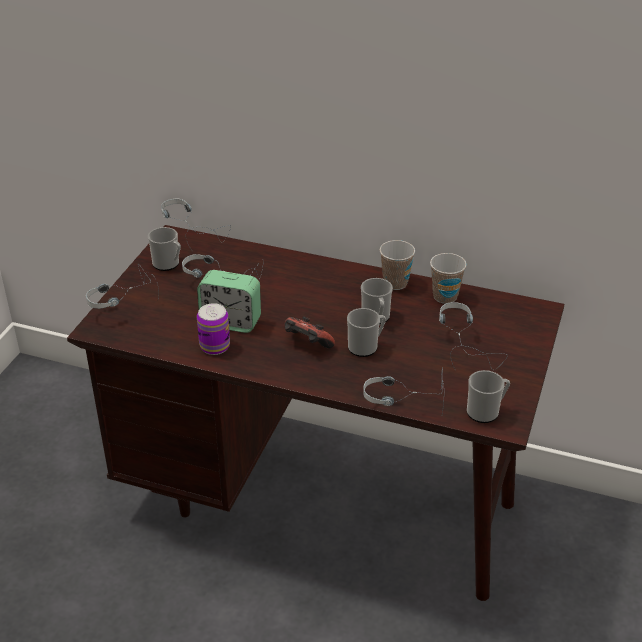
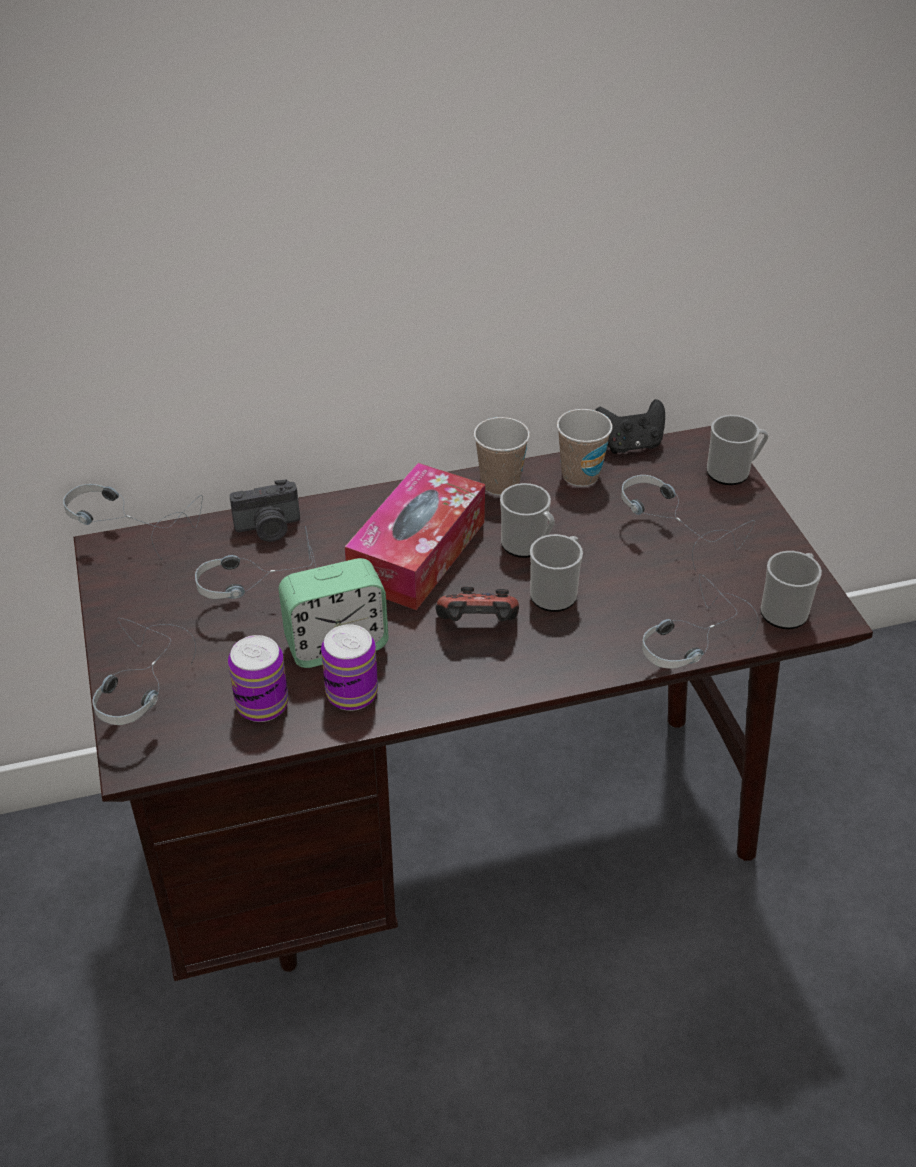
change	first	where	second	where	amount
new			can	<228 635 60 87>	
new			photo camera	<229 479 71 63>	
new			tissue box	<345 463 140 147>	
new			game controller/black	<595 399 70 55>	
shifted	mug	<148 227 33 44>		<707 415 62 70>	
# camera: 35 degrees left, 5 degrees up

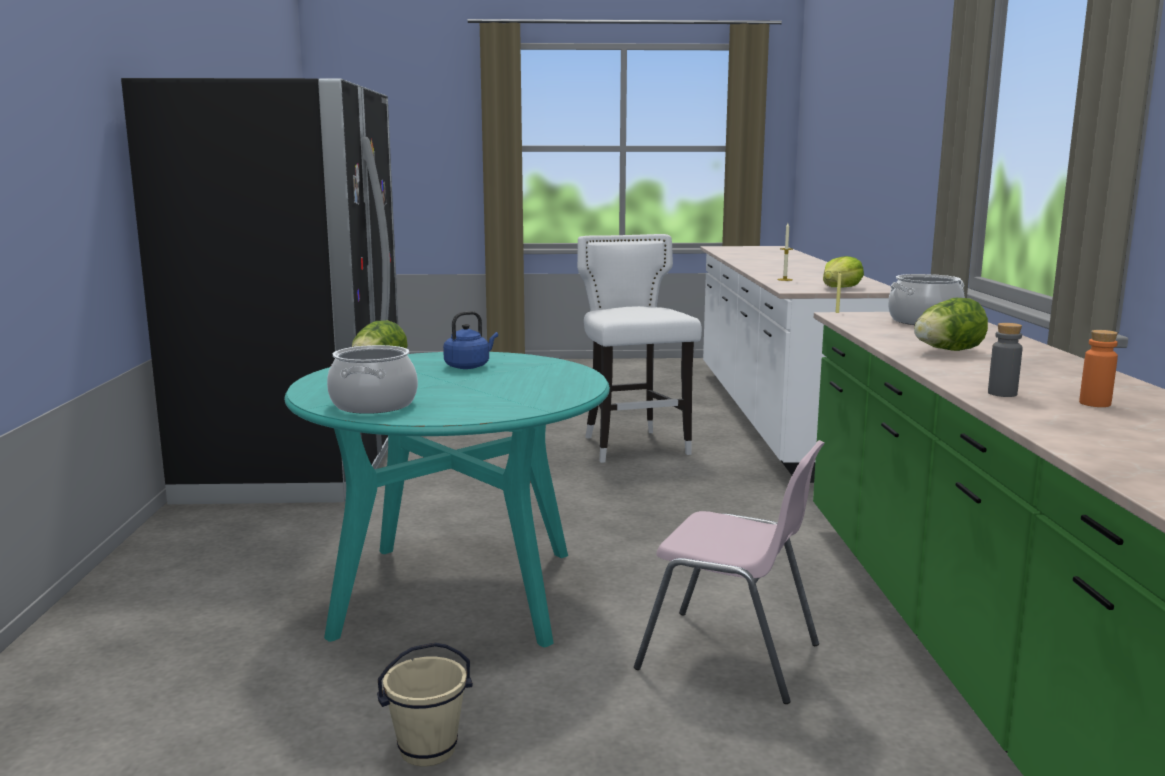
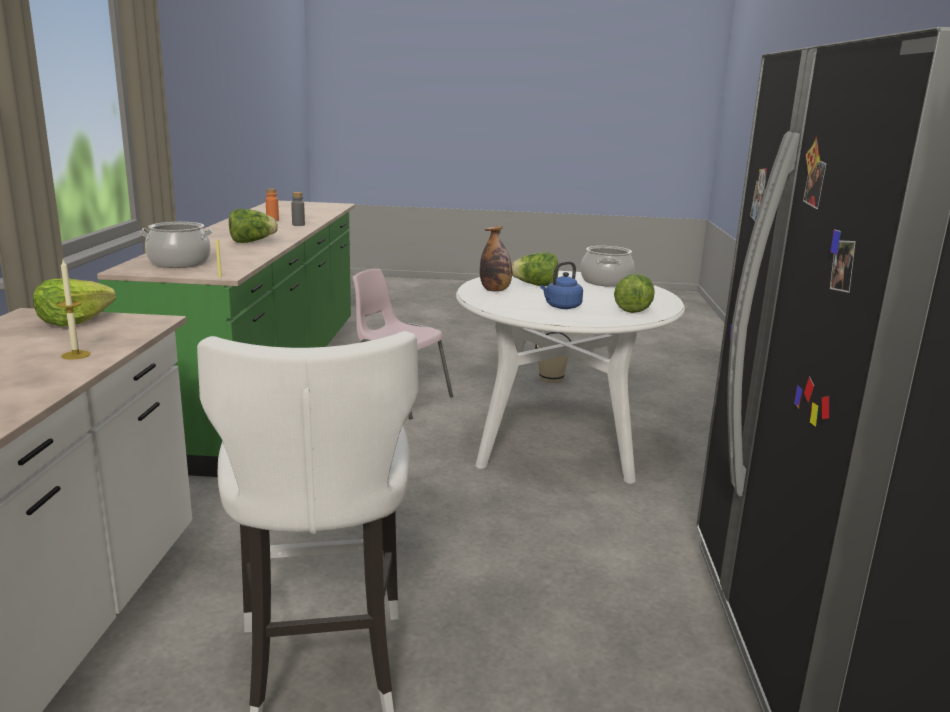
change	first	where	second	where	amount
new			bottle	<480 226 32 66>	
new			lettuce	<511 252 47 34>	
repainted	dining table/turquoise	<284 352 326 295>	dining table/white	<456 271 229 213>	
# camera: 175 degrees left, 5 degrees up

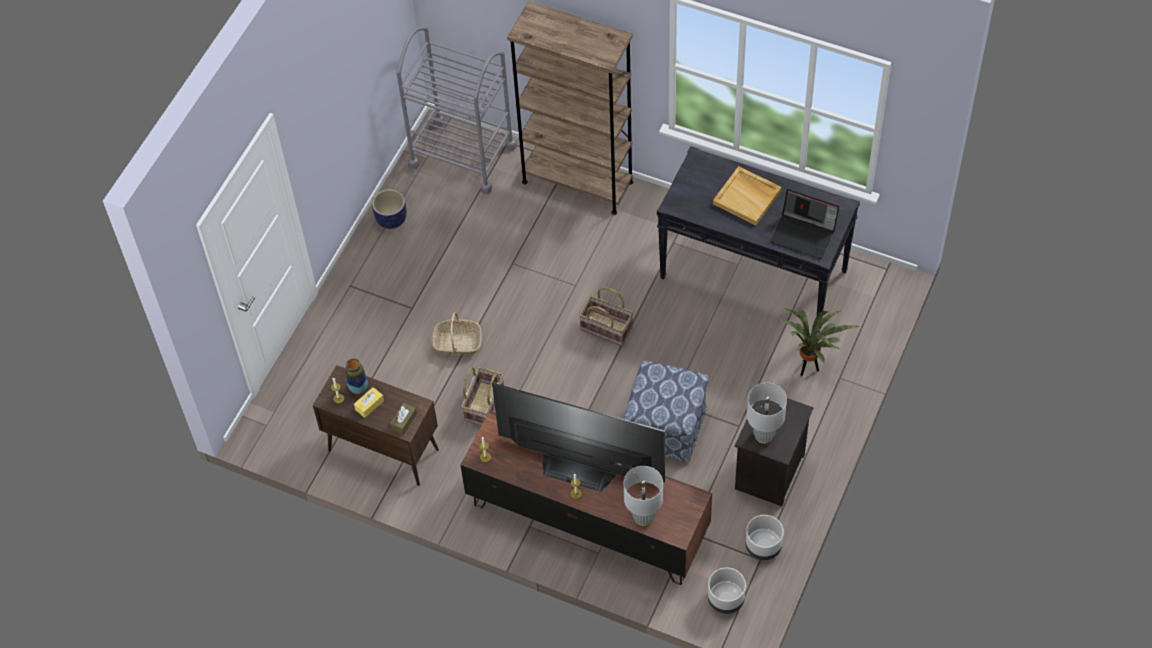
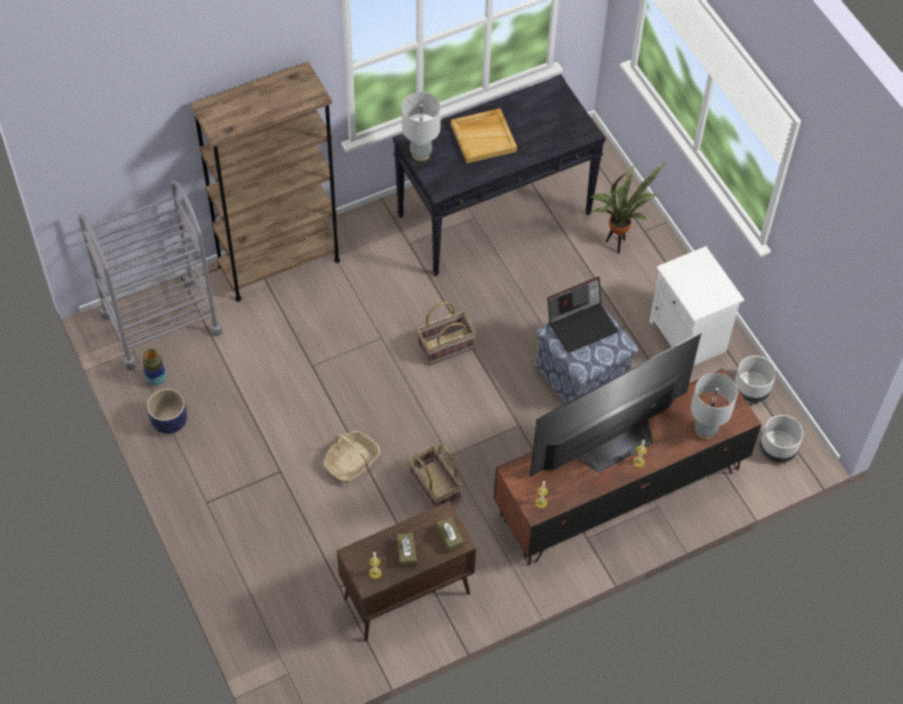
change	first	where	second	where	amount
shifted	vase	<345 358 23 36>		<143 349 23 37>	
shifted	table lamp/grey	<747 383 40 61>		<402 92 39 69>	
shifted	laptop	<770 189 69 70>		<547 277 72 76>	
repainted	tissue box/yellow	<354 387 30 31>	tissue box/brown	<396 533 21 35>	
repainted	nightstand/black	<735 398 79 108>	nightstand/white	<649 246 95 119>	
# camera: 55 degrees left, 0 degrees up

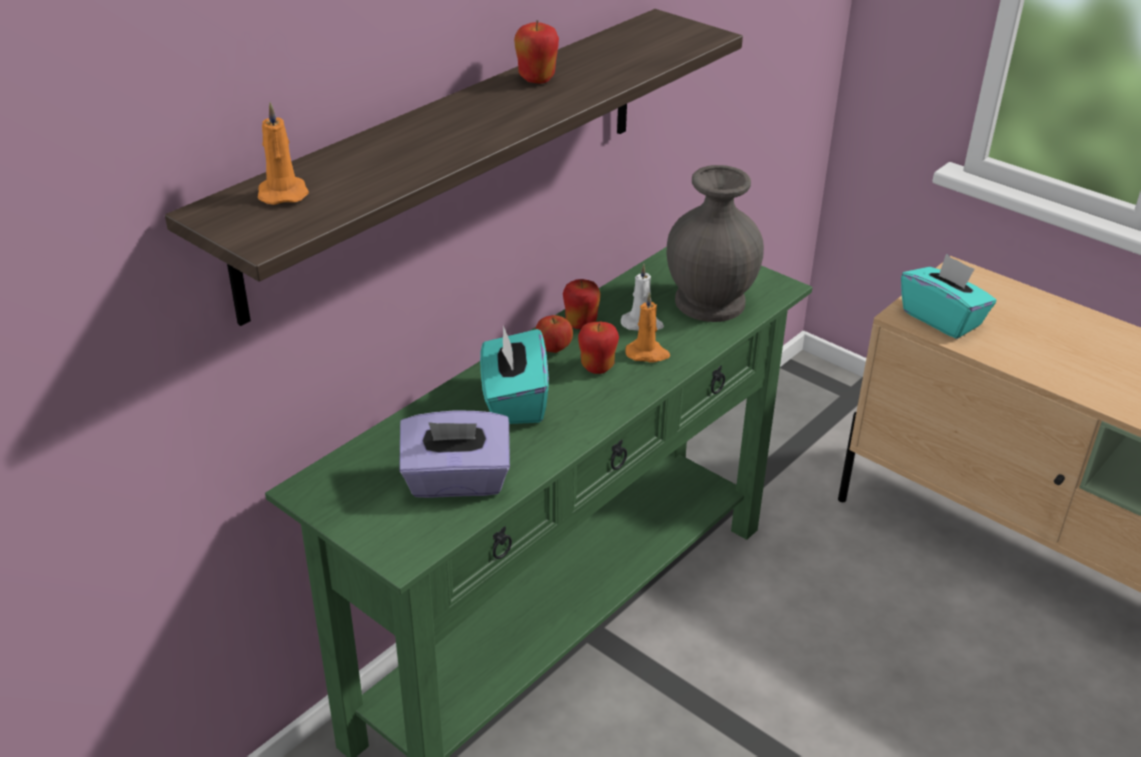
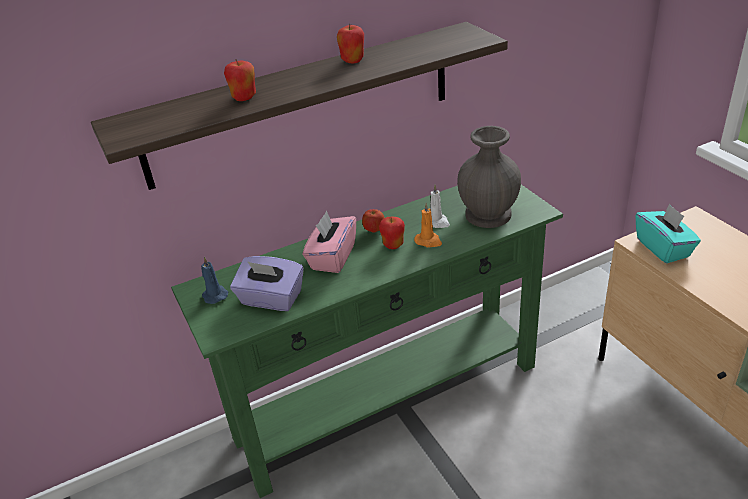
change	first	where	second	where	amount
gone	candle/orange	<258 102 51 103>			
new			candle/blue	<201 257 27 47>	
shifted	apple	<563 279 37 50>		<224 60 32 41>	
repainted	tissue box/turquoise	<480 325 69 99>	tissue box/pink	<303 211 53 62>	
# camera: 25 degrees right, 0 degrees up

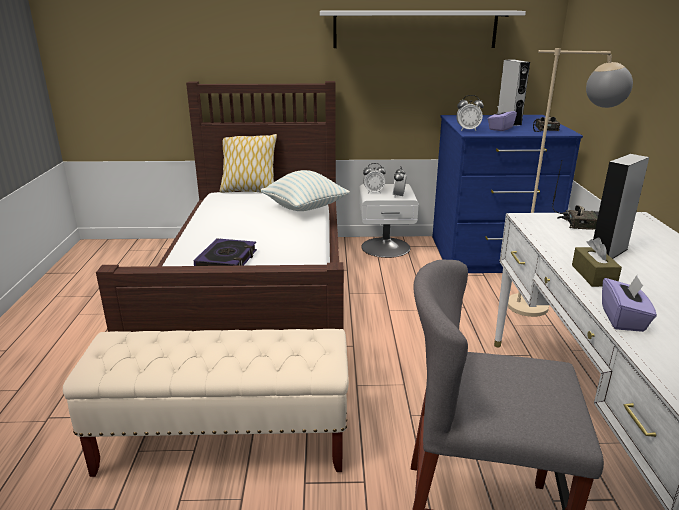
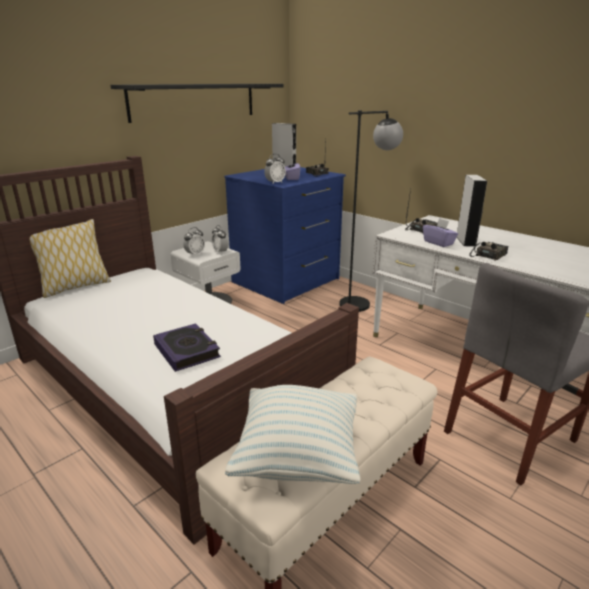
change	first	where	second	where	amount
shifted	pillow	<261 170 89 41>		<225 385 136 99>	
shifted	tissue box/purple	<602 275 55 57>		<423 218 35 29>	
swapped	tissue box/brown	<572 237 50 50>	radio	<469 210 40 51>	
repainted	shelf/white	<320 10 206 38>	shelf/black	<110 84 174 39>	
repainted	floor lamp/beige	<508 48 125 269>	floor lamp/black	<340 110 63 202>	
# camera: 45 degrees left, 0 degrees up

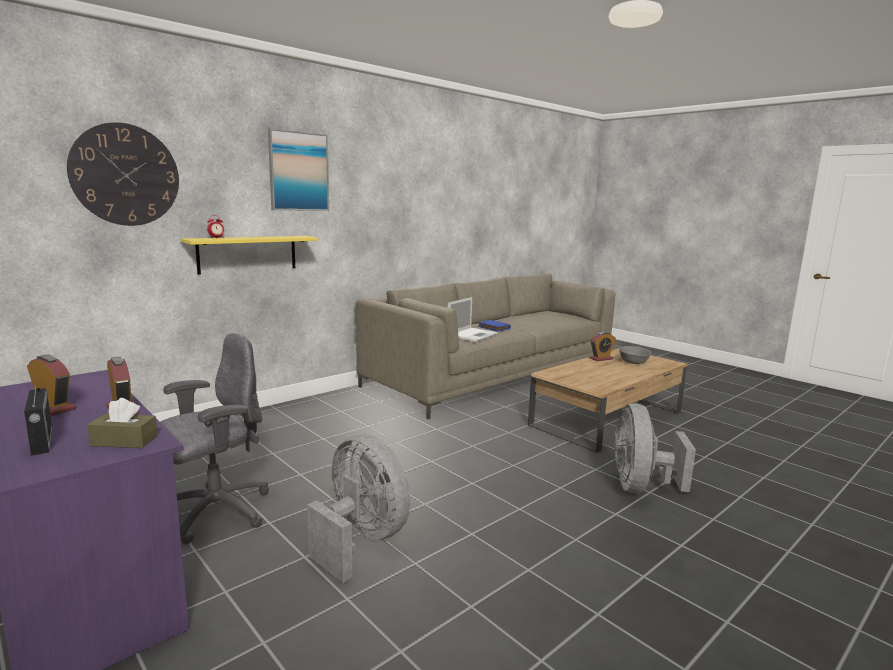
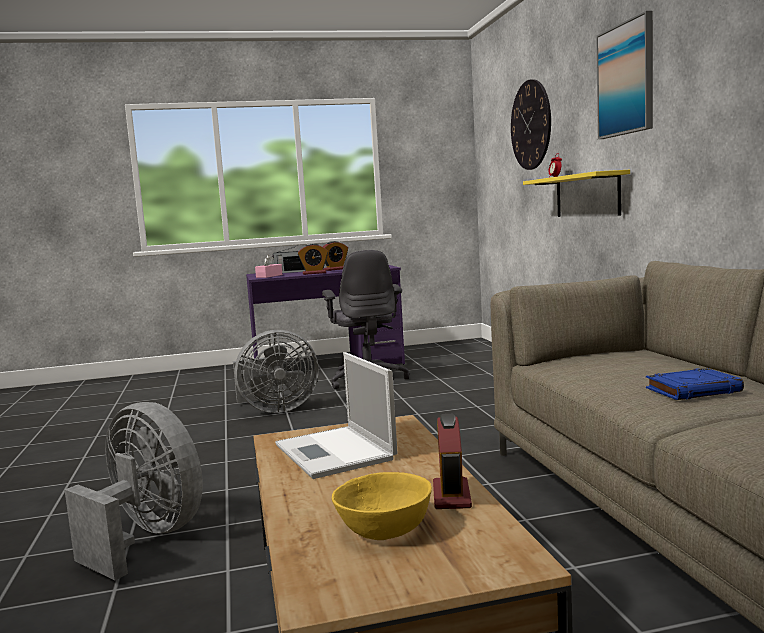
change	first	where	second	where	amount
shifted	laptop	<448 297 50 45>		<275 352 123 127>	
repainted	tissue box/brown	<87 398 71 50>	tissue box/pink	<255 255 27 23>	
repainted	bowl/grey	<619 346 32 18>	bowl/yellow	<332 472 100 68>	
# camera: 120 degrees right, 5 degrees down

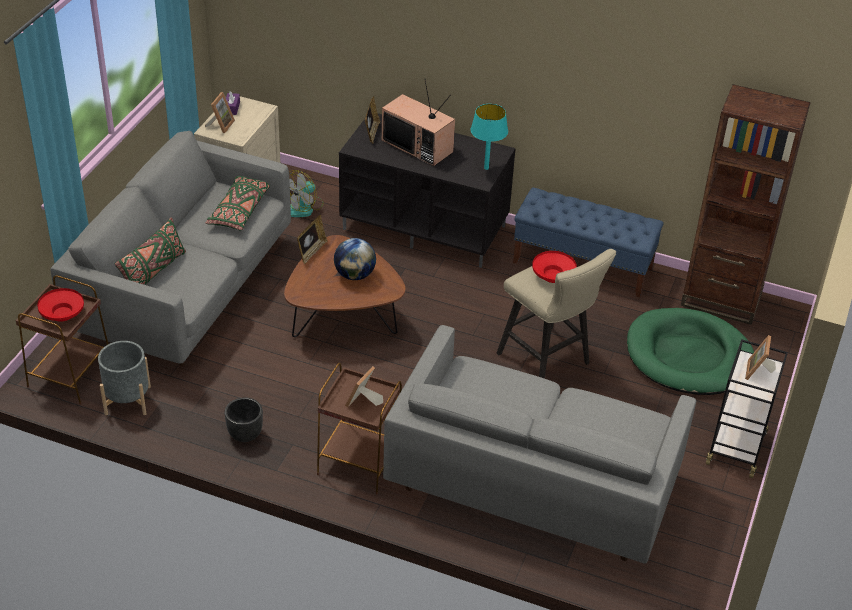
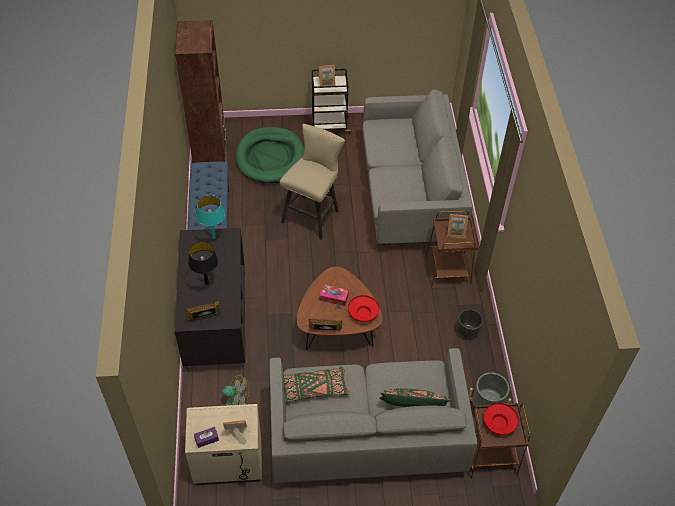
change	first	where	second	where	amount
shifted	bowl/red	<532 251 45 32>		<348 295 31 27>	
swapped	globe	<334 238 42 42>	tissue box	<319 284 30 22>	
swapped	television	<382 80 73 87>	table lamp/black	<188 242 30 43>	
# camera: 115 degrees left, 10 degrees up

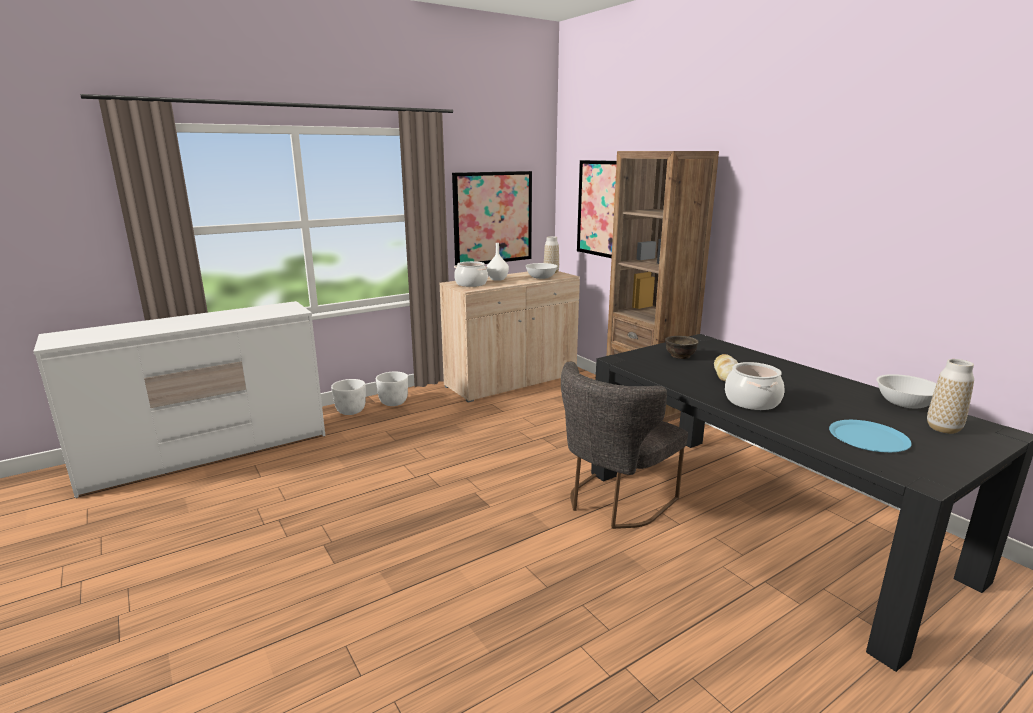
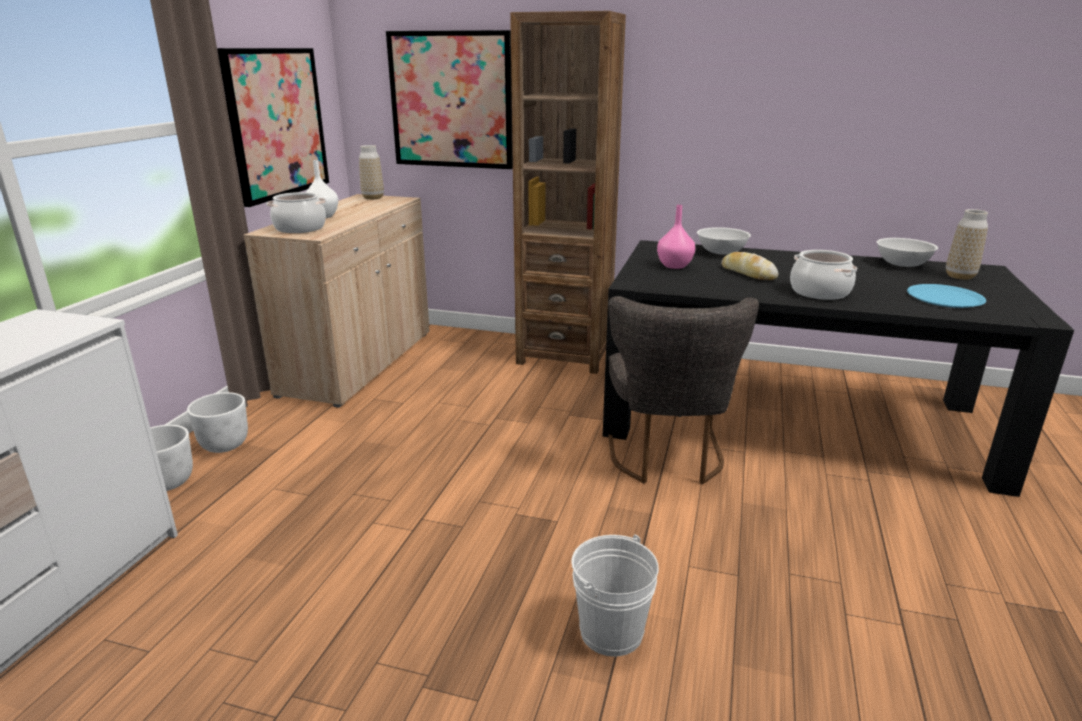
change	first	where	second	where	amount
new			bucket/white	<571 535 88 122>	
shifted	bowl/white	<525 263 33 16>		<697 227 54 28>	
swapped	bowl/brown	<665 336 34 23>	vase/pink	<657 205 38 64>	
# camera: 40 degrees left, 5 degrees up

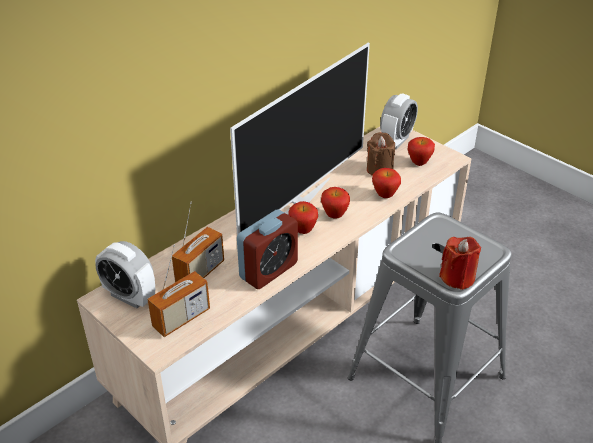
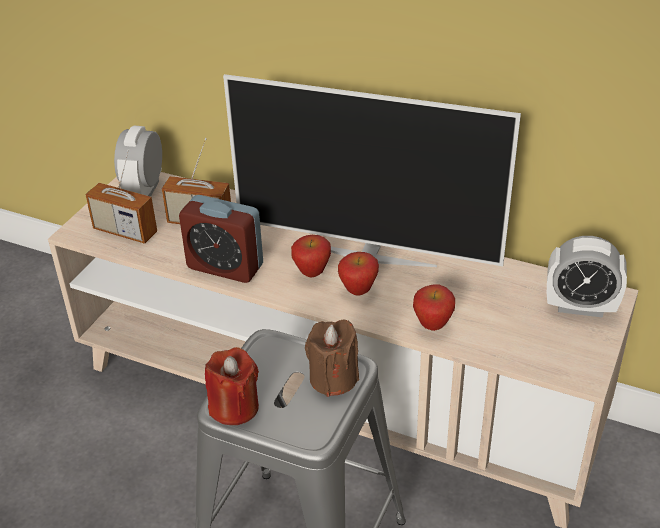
change	first	where	second	where	amount
gone	apple	<407 137 28 29>			
shifted	candle/brown	<367 132 28 44>		<305 320 54 77>	
# camera: 70 degrees right, 0 degrees up

